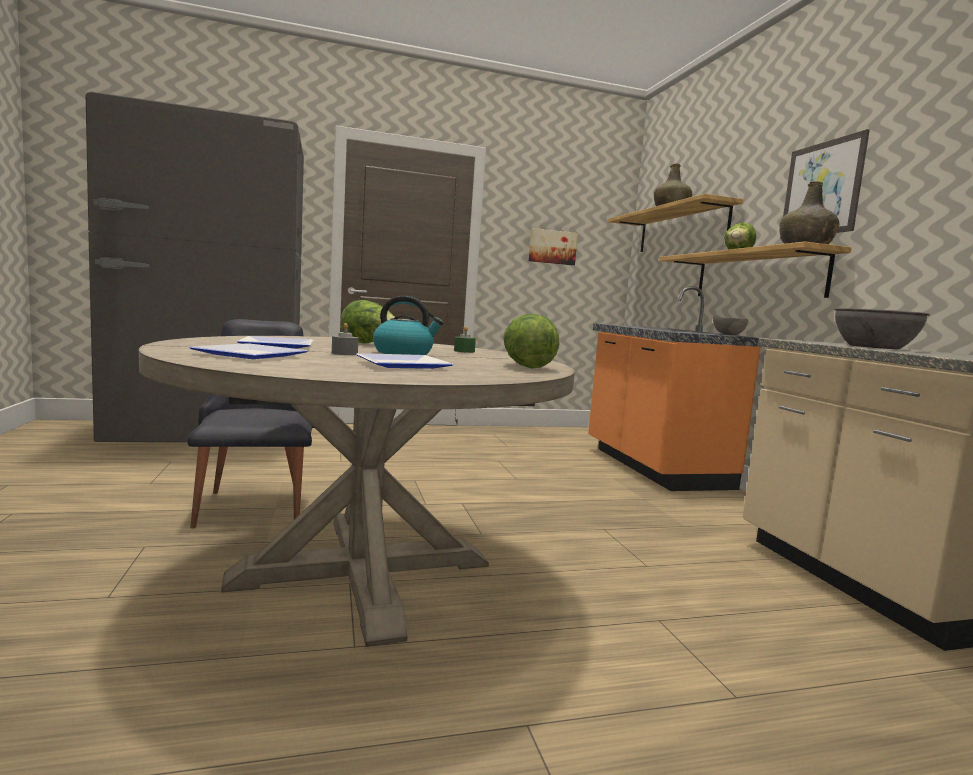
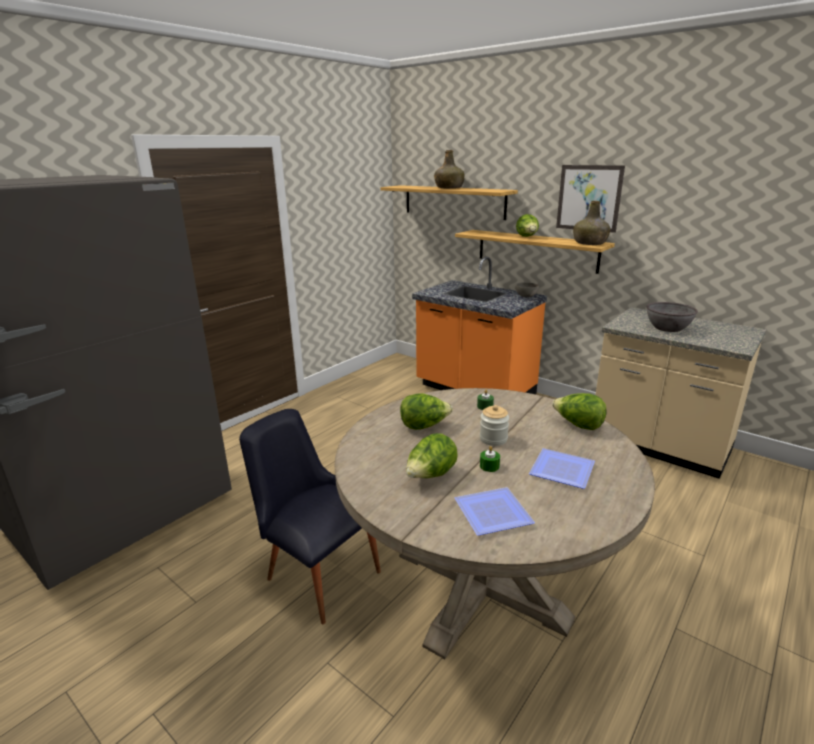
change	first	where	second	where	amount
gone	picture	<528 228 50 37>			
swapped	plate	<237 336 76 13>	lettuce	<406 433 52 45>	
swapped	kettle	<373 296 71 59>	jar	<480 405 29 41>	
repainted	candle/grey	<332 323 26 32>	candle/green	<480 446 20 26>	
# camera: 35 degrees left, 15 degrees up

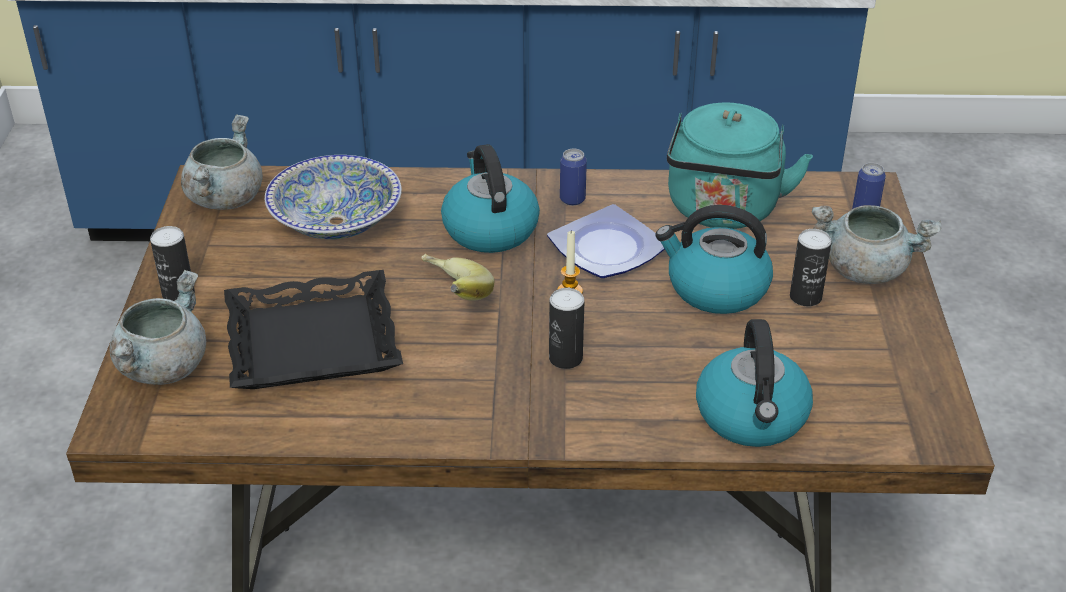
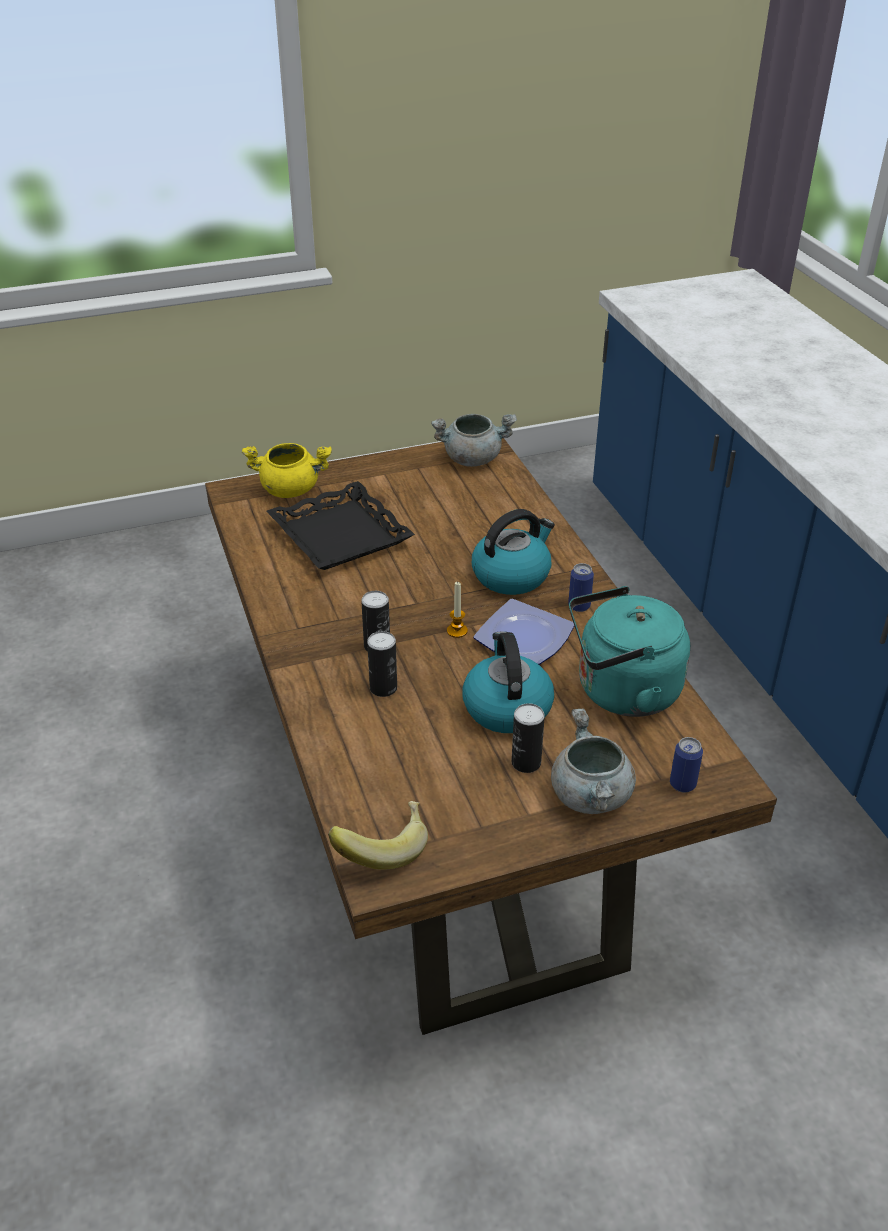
change	first	where	second	where	amount
gone	bowl	<265 155 137 85>			
gone	kettle	<696 319 117 128>			
shifted	can	<150 226 45 75>		<367 631 30 66>	
shifted	banana	<421 254 73 47>		<328 801 100 68>	
repainted	cooking pot/grey	<110 270 96 115>	cooking pot/yellow	<242 443 90 55>	
# camera: 70 degrees right, 0 degrees up

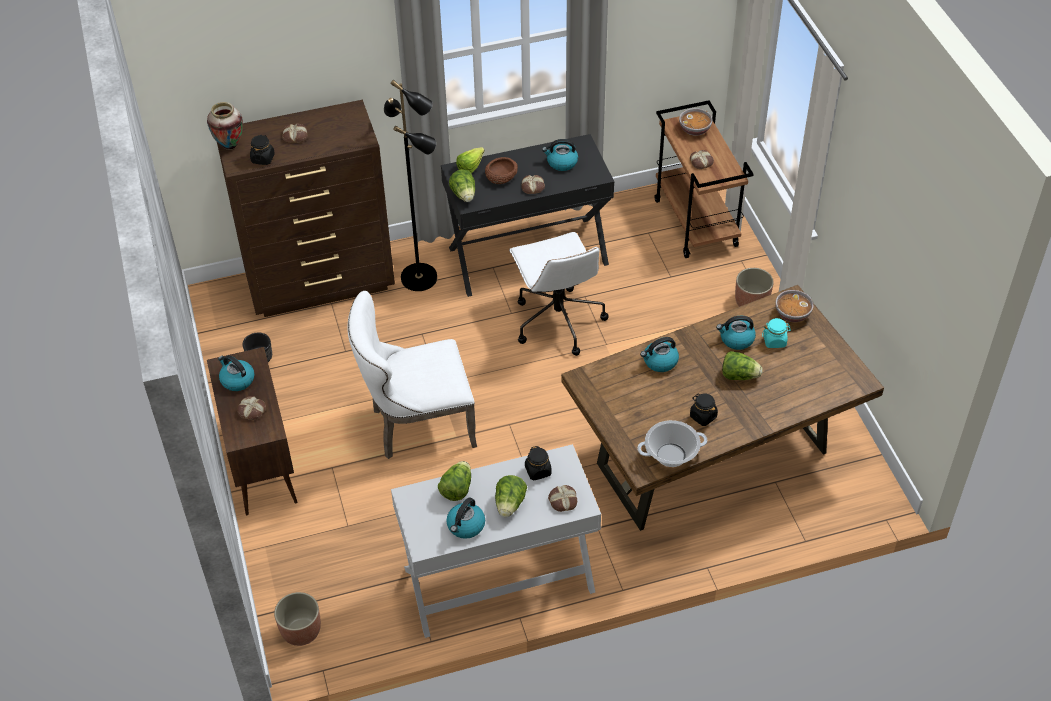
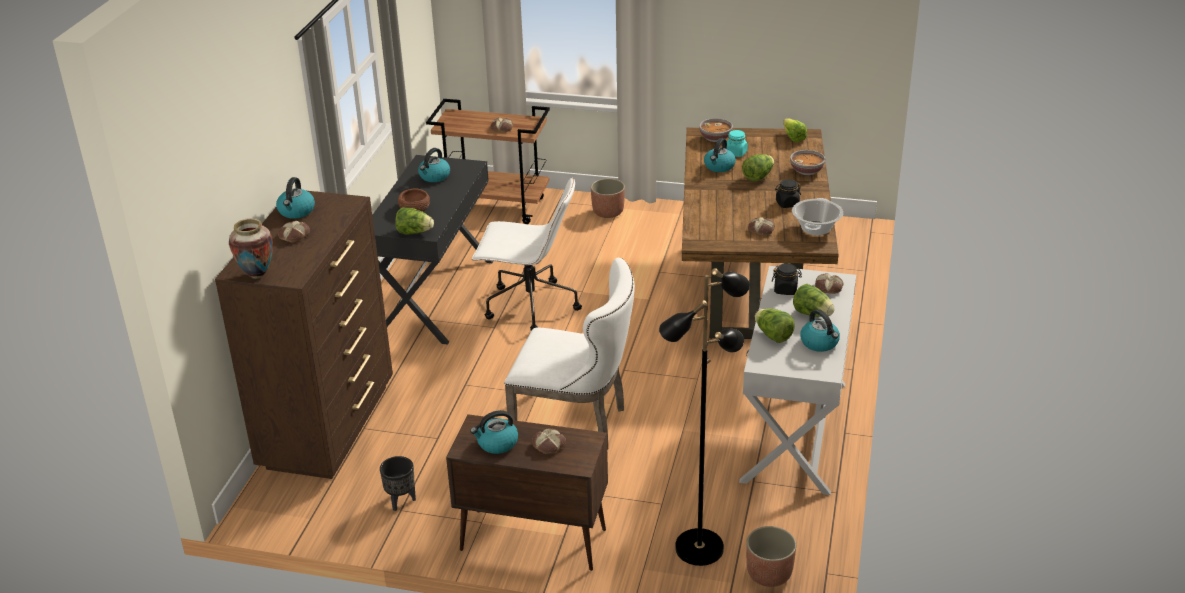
change	first	where	second	where	amount
gone	jar/black	<250 135 25 30>			
shifted	floor lamp/black	<384 80 53 211>		<659 268 91 298>	
shifted	lettuce	<456 147 29 26>		<783 118 24 24>	
shifted	bread	<521 175 24 19>		<748 217 27 19>	
shifted	kettle	<640 337 39 35>		<276 177 39 42>	
shifted	bowl	<679 108 34 28>		<790 150 35 25>	
rotated	chair/white	<347 291 130 168>		<504 258 131 192>	90 degrees counterclockwise
# camera: 60 degrees left, 15 degrees down

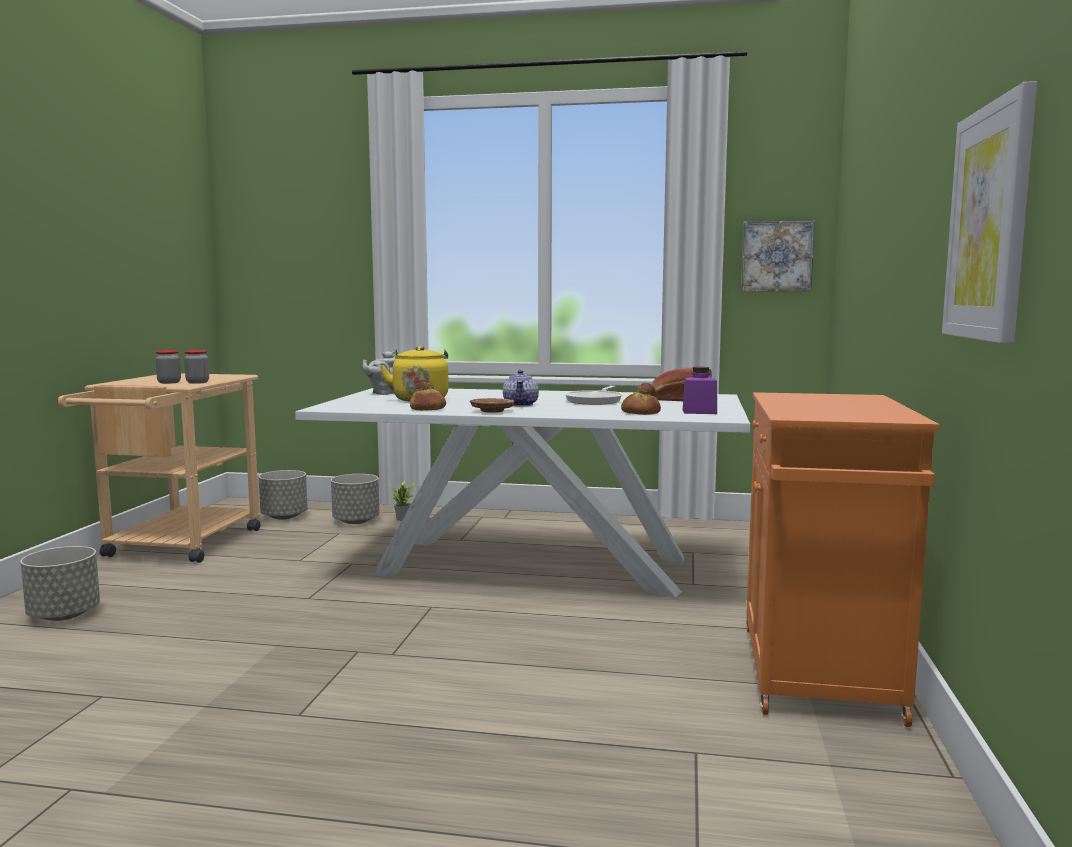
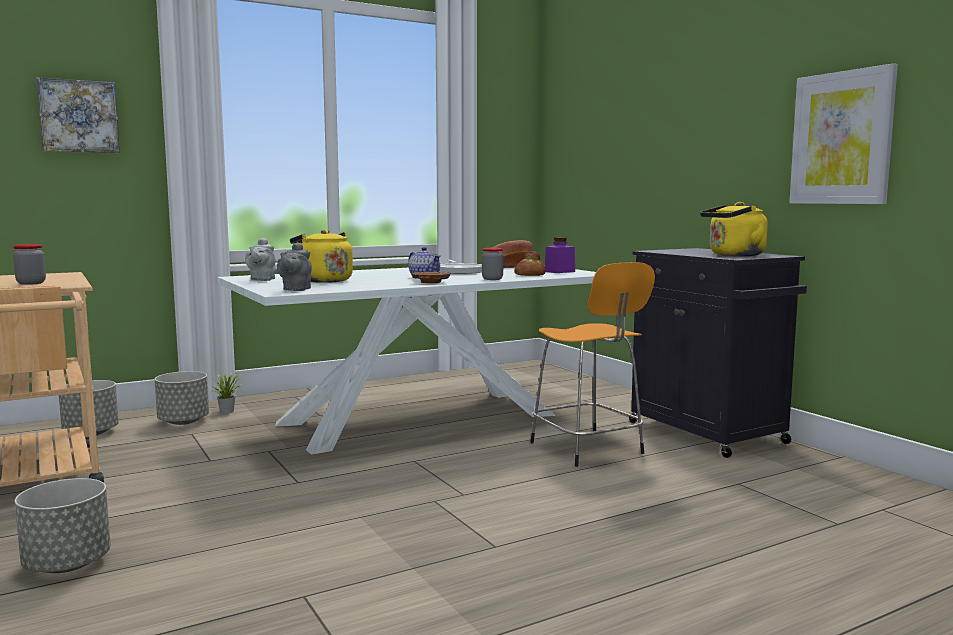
change	first	where	second	where	amount
gone	bread	<410 380 36 31>			
new			teapot/grey	<277 242 35 49>	
new			stool/orange	<530 262 125 205>	
new			kettle/yellow	<700 202 68 54>	
shifted	jar	<184 350 25 34>		<482 248 21 32>	
shifted	picture	<741 221 74 70>		<37 77 83 76>	
repainted	cabinet/orange	<746 392 194 335>	cabinet/black	<629 248 178 210>	
# camera: 40 degrees left, 0 degrees up

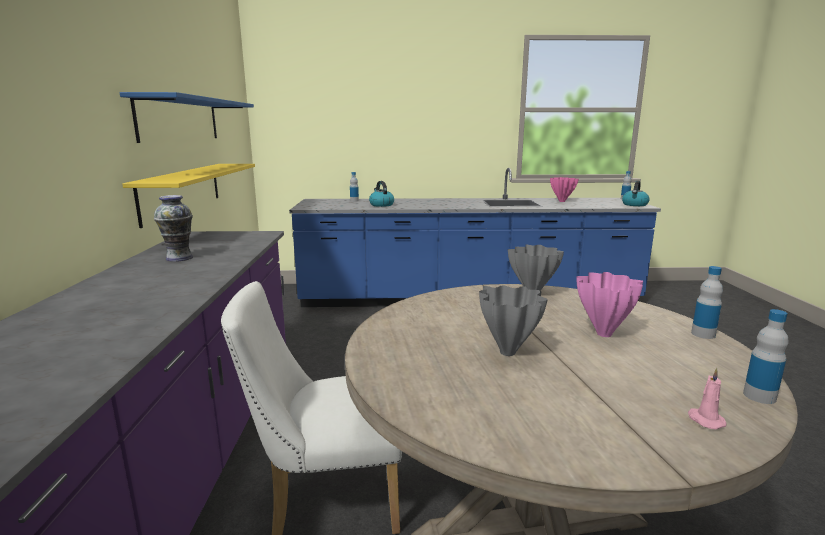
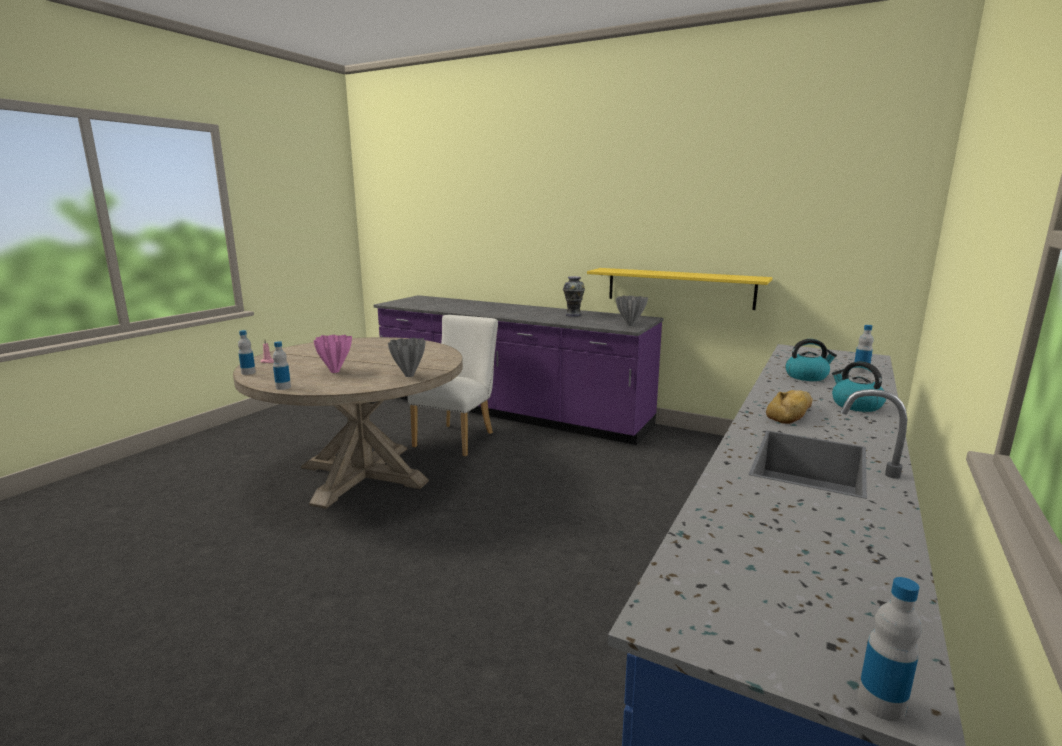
change	first	where	second	where	amount
gone	shelf/blue	<119 92 135 51>			
gone	vase/pink	<550 177 29 25>			
new			bread	<766 390 47 34>	
shifted	vase/grey	<479 286 69 70>		<616 296 32 30>	
shifted	kettle	<622 181 28 25>		<832 361 54 51>	
# camera: 120 degrees right, 0 degrees up

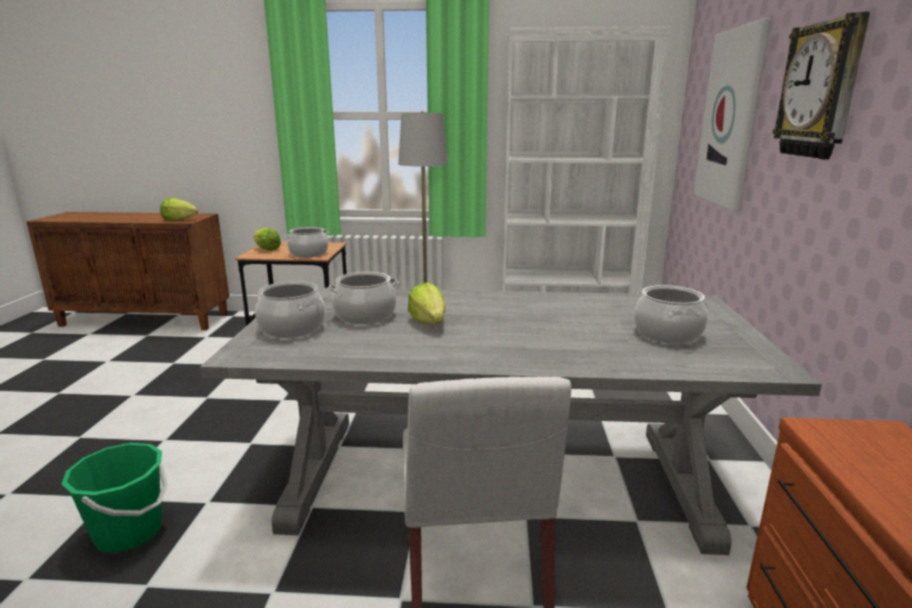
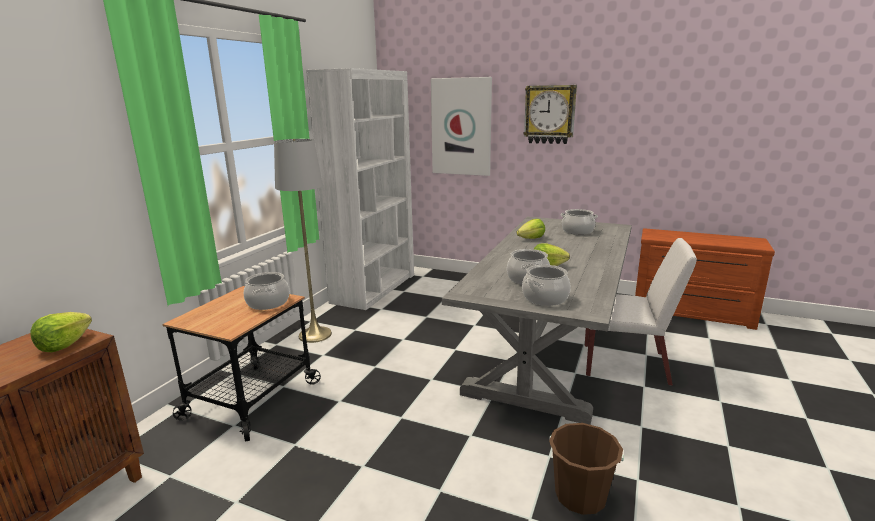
change	first	where	second	where	amount
shifted	lettuce	<253 227 28 24>		<517 219 28 20>	
repainted	bucket/green	<62 443 106 110>	bucket/brown	<549 423 75 92>	
# camera: 70 degrees left, 0 degrees up

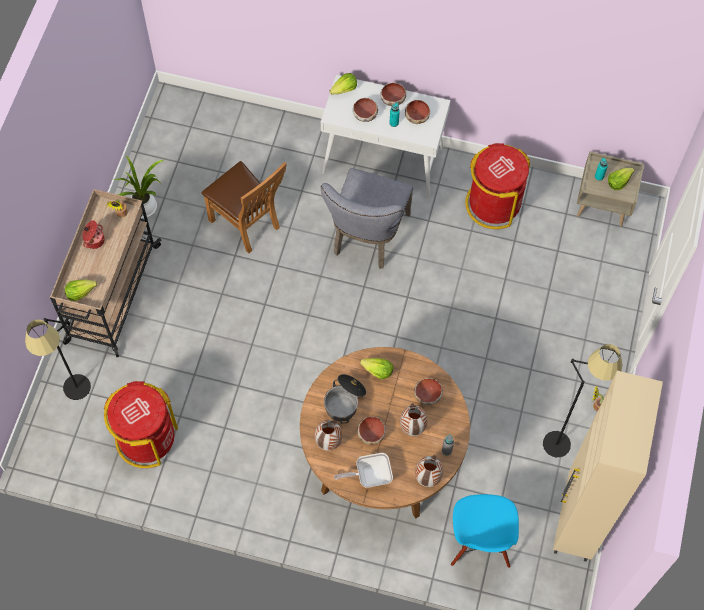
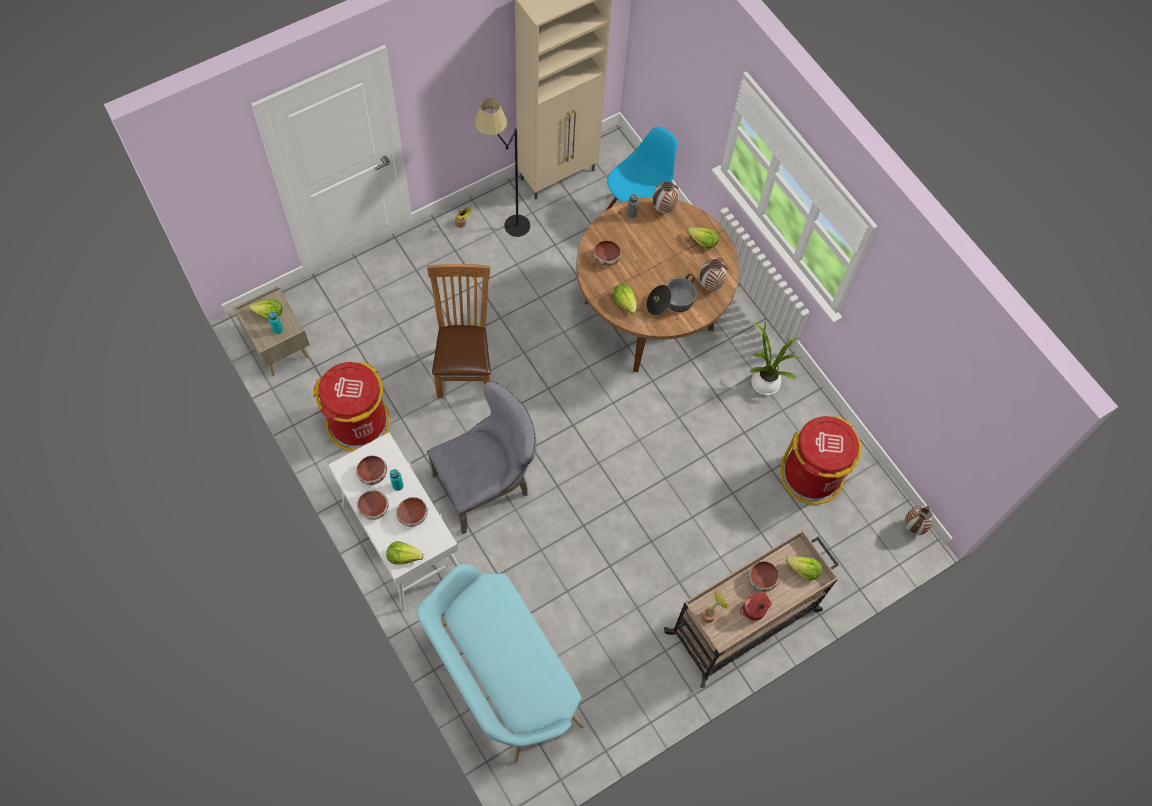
change	first	where	second	where	amount
gone	floor lamp/black	<25 318 66 82>			
new			bench/turquoise	<417 564 167 199>	
shifted	potted plant	<114 156 50 62>		<750 321 50 74>	
shifted	chair/brown	<202 161 85 92>		<427 264 64 135>	
shifted	bowl	<357 416 29 29>		<748 561 32 31>	
shifted	vase	<400 403 28 33>		<904 506 30 29>	
swapped	frying pan	<334 453 59 35>	lettuce	<687 227 32 21>	
# camera: 140 degrees left, 0 degrees up

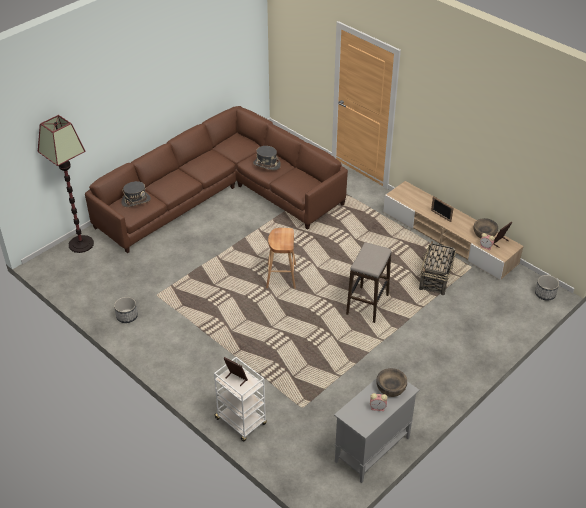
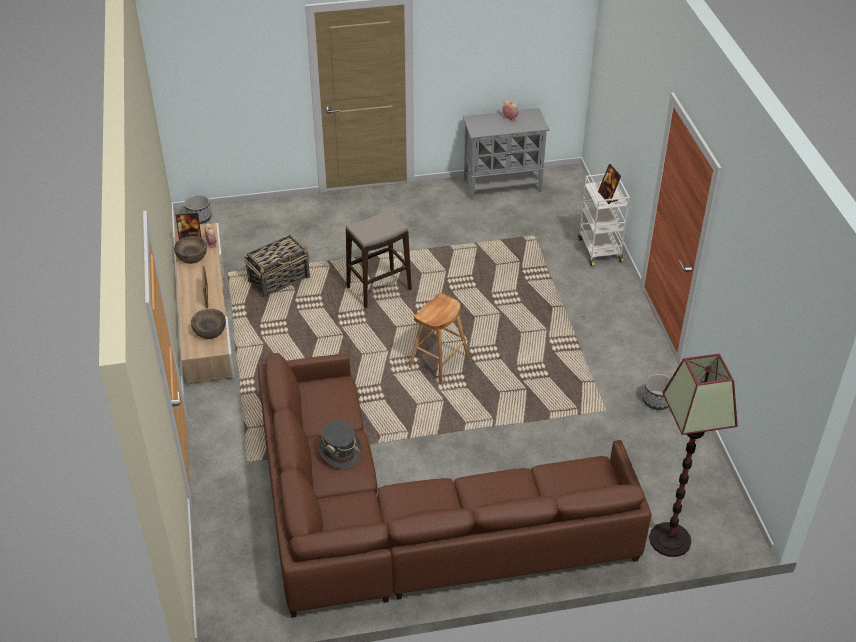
change	first	where	second	where	amount
gone	hat/grey	<121 181 30 26>			
shifted	bowl/brown	<376 368 31 29>		<191 309 35 30>	
# camera: 145 degrees left, 0 degrees up

